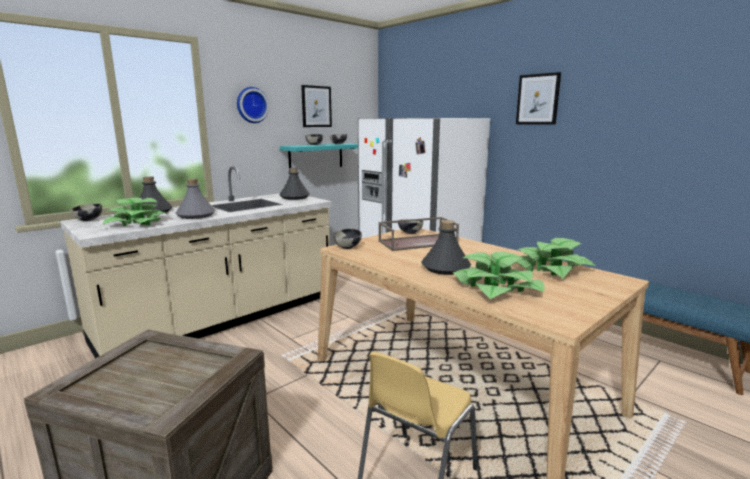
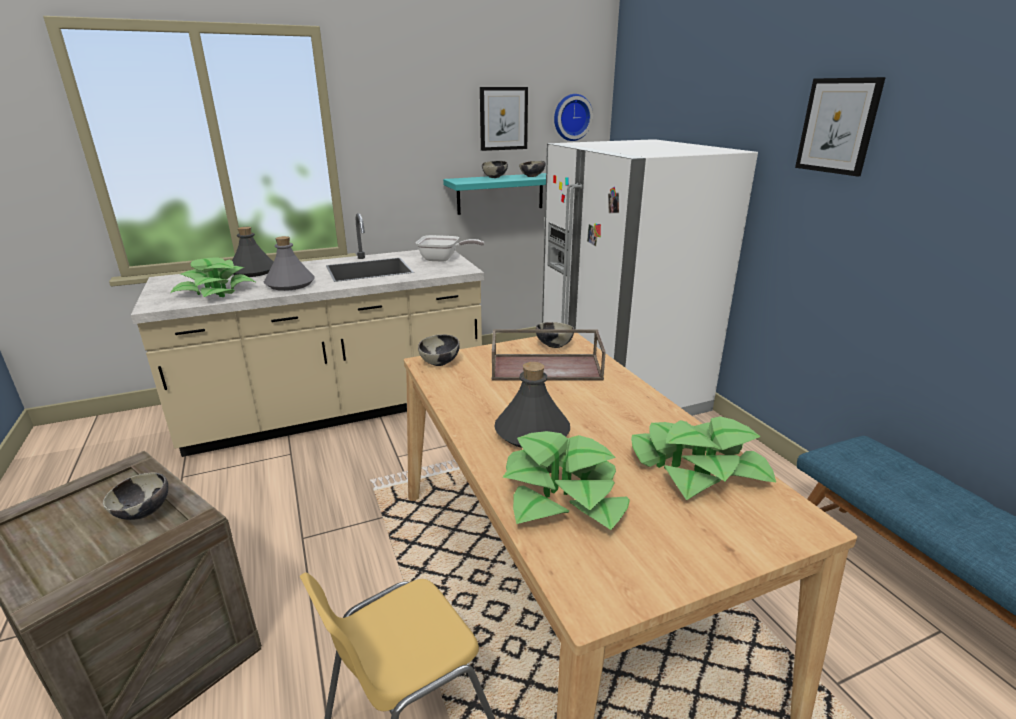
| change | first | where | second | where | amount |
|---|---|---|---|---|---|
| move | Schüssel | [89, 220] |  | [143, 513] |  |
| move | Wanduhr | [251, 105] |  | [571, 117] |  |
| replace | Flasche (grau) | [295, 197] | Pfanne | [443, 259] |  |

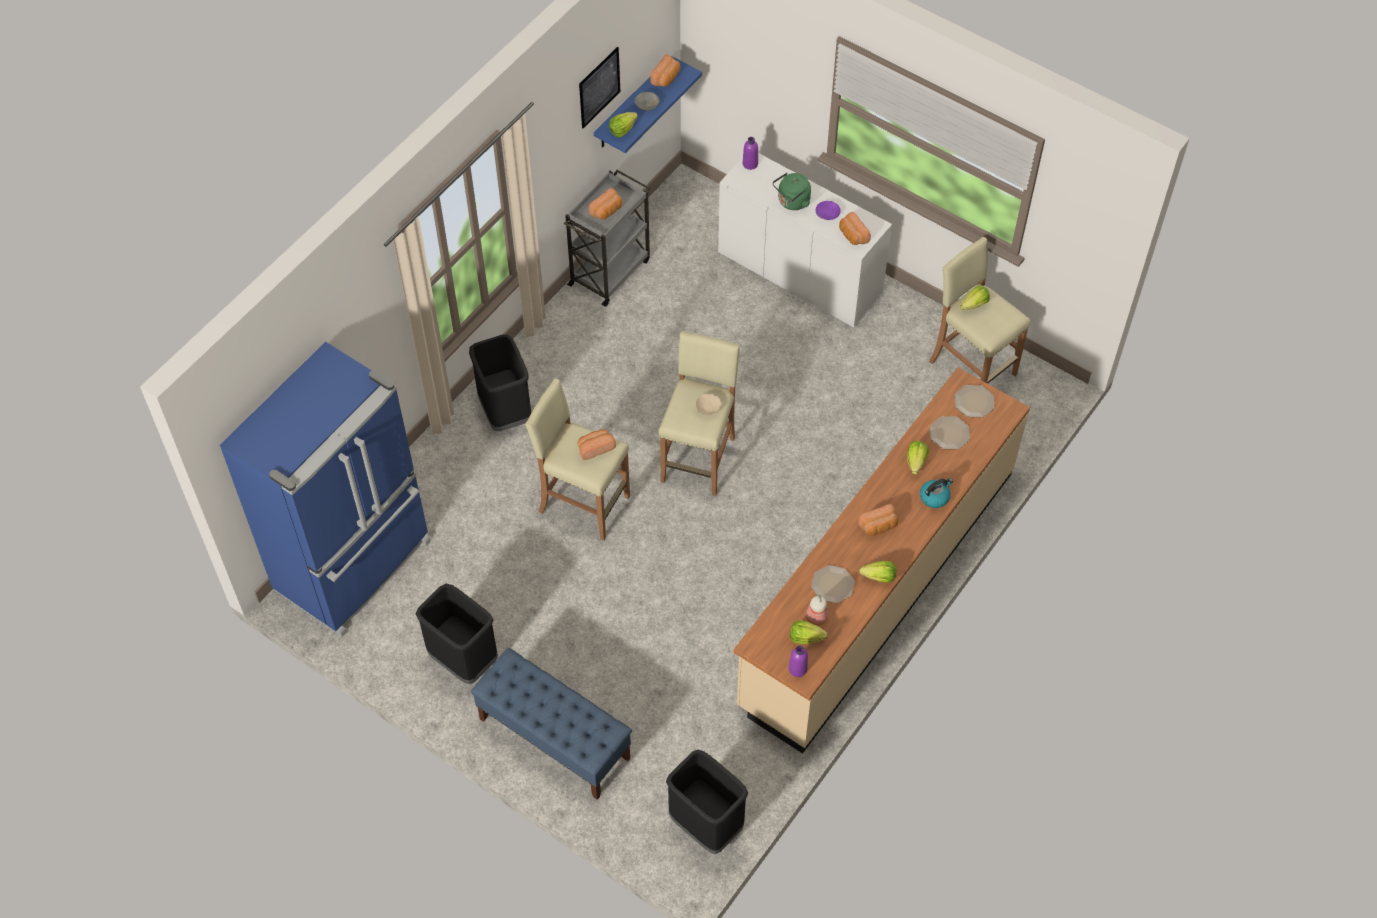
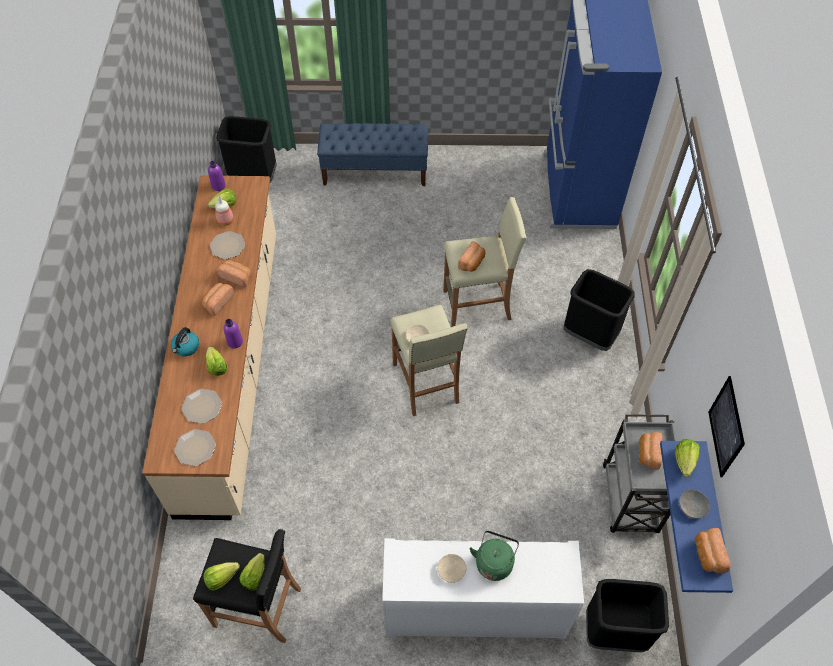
| change | first | where | second | where | amount |
|---|---|---|---|---|---|
| move | Mülleimer (schwarz) | [462, 660] |  | [615, 631] |  |
| move | Flasche (lila) | [750, 164] |  | [235, 342] |  |
| recolor | Schüssel (lila) | [828, 214] | Schüssel (beige) | [451, 570] |  |
| move | Brot | [852, 235] |  | [237, 276] |  |
| move | Salatkopf | [879, 577] |  | [221, 578] |  |
| recolor | Hocker (beige) | [971, 367] | Hocker (schwarz) | [259, 607] |  |

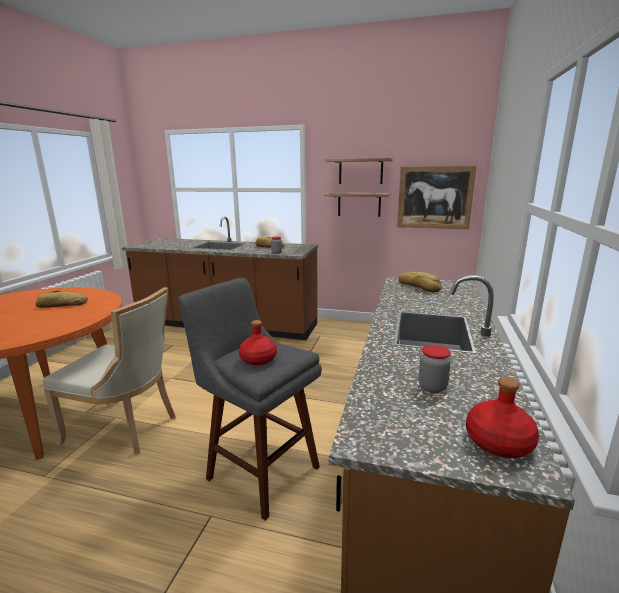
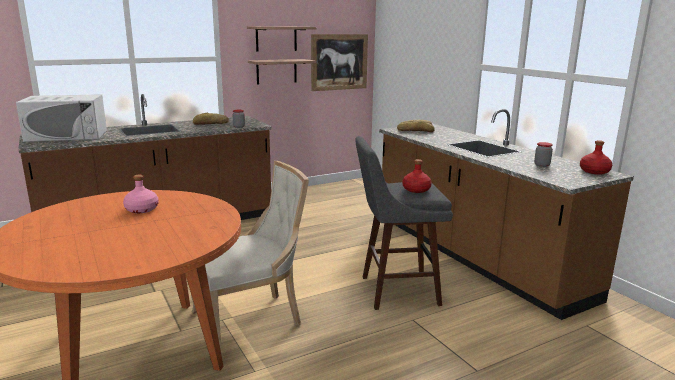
| change | first | where | second | where | amount |
|---|---|---|---|---|---|
| replace | Brot | [62, 305] | Flasche (rosa) | [141, 209] |  |
| insert |  |  | Mikrowelle (weiß) | [67, 135] |  |

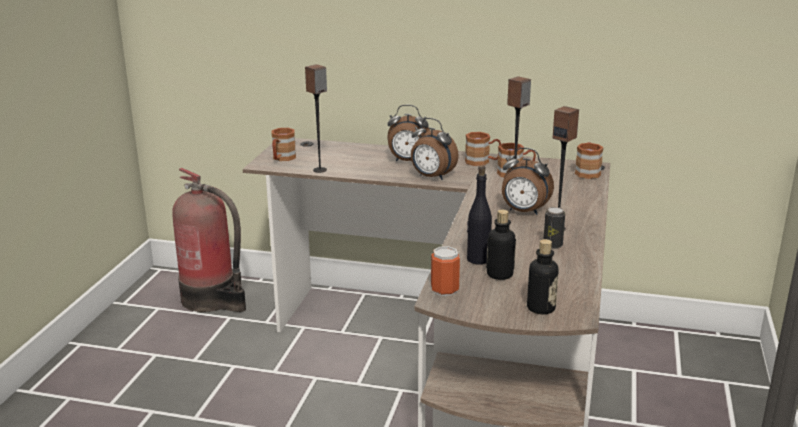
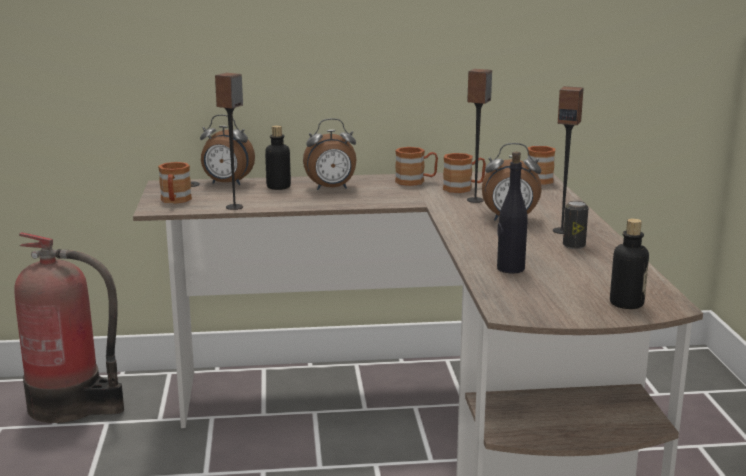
| change | first | where | second | where | amount |
|---|---|---|---|---|---|
| move | Wecker | [432, 177] |  | [226, 183] |  |
| delete | Dose | [444, 289] |  |  |  |
| move | Flasche | [500, 274] |  | [278, 187] |  |

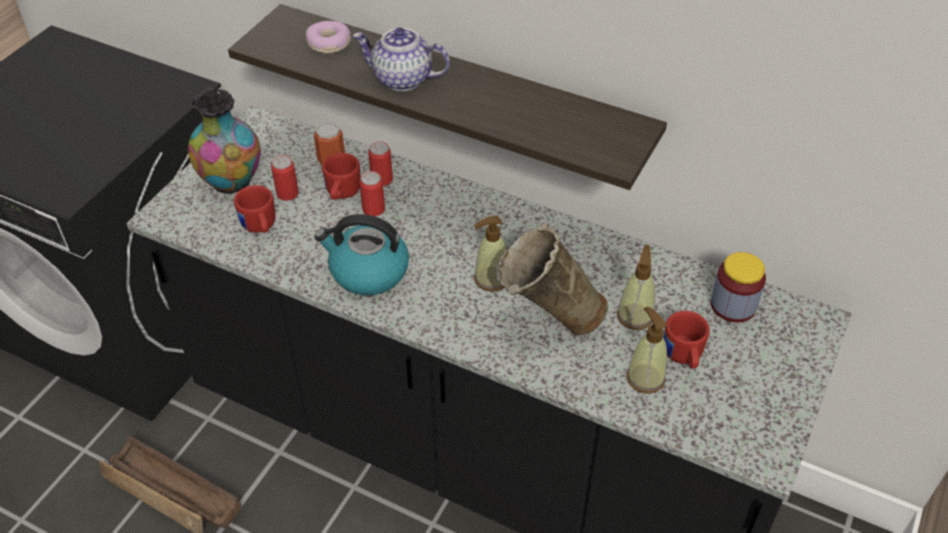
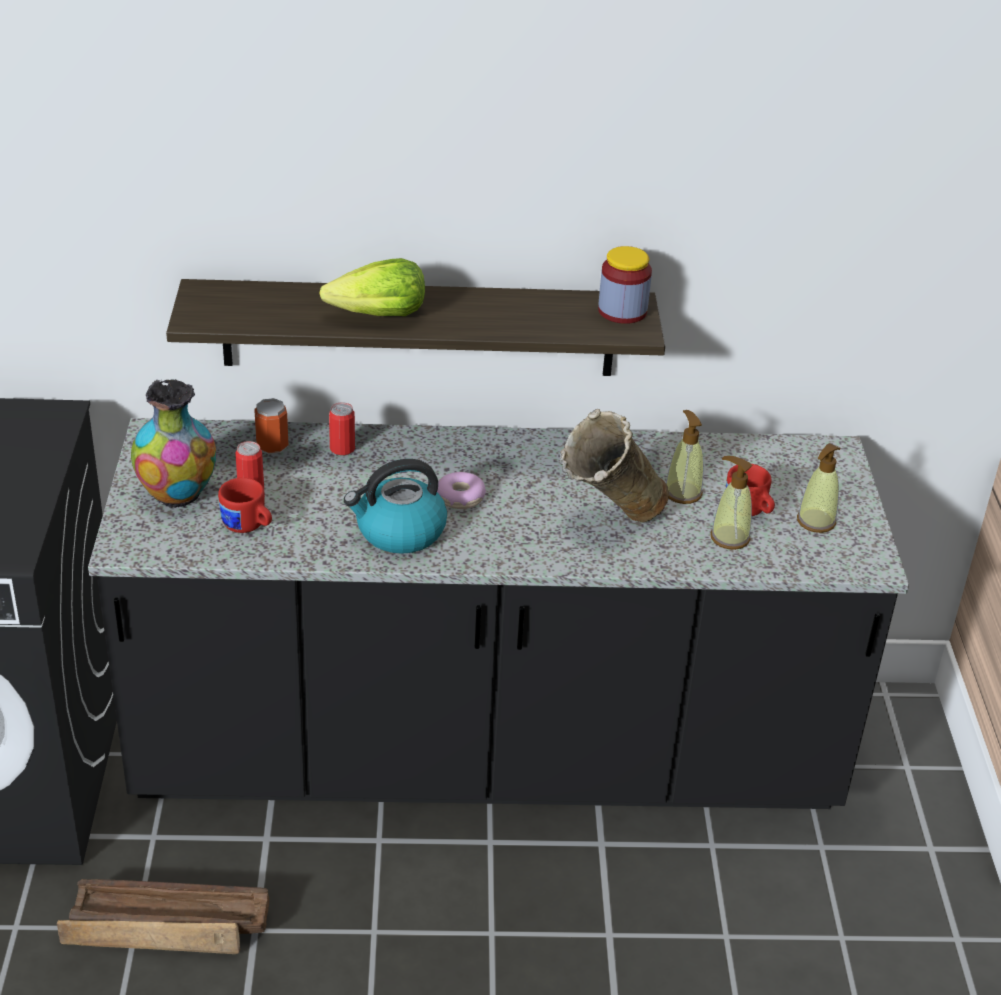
| change | first | where | second | where | amount |
|---|---|---|---|---|---|
| move | Donut | [329, 44] |  | [460, 498] |  |
| delete | Henkelbecher (rot) | [341, 194] |  |  |  |
| replace | Teekanne | [401, 79] | Salatkopf | [378, 315] |  |
| delete | Dose | [374, 209] |  |  |  |
| move | Seifenspender | [491, 279] |  | [815, 521] |  |
| move | Vorratsglas | [733, 305] |  | [622, 311] |  |

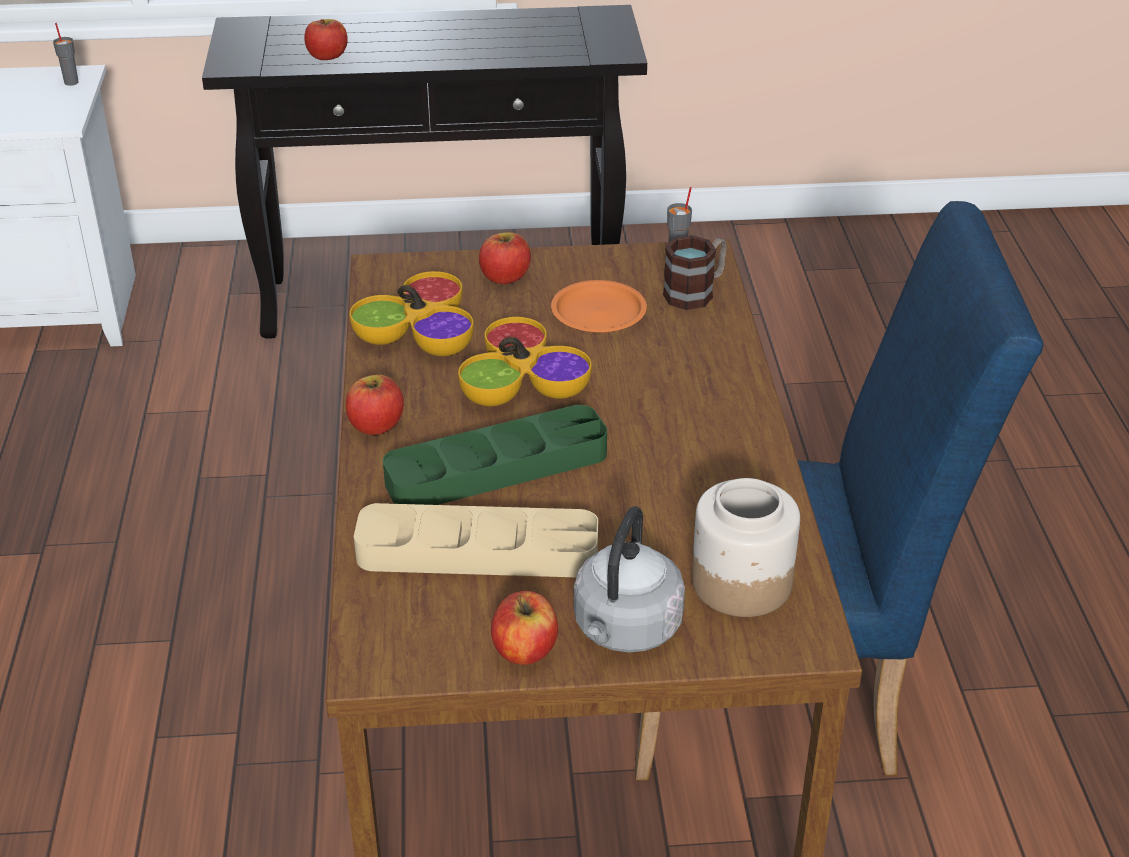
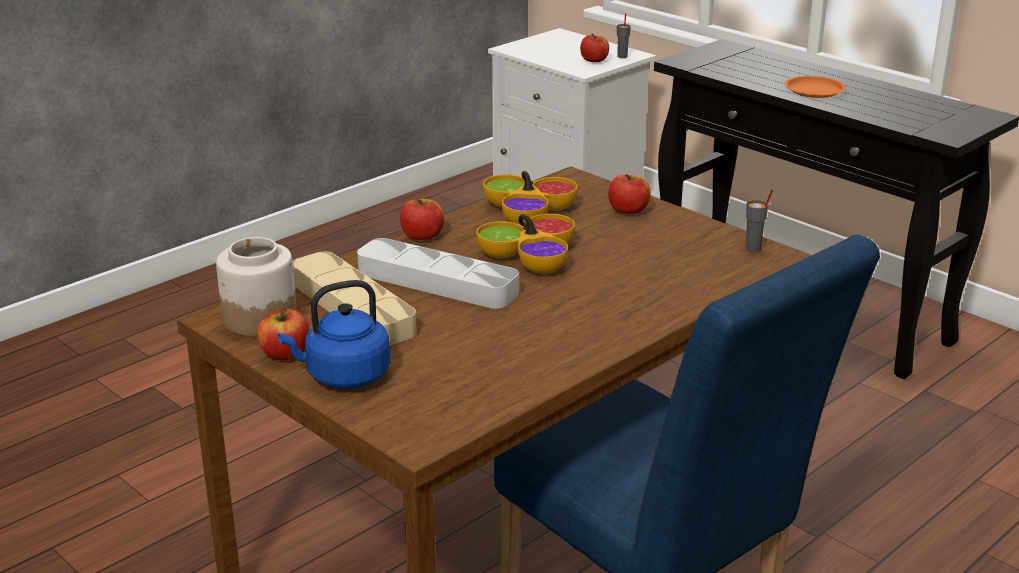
| change | first | where | second | where | amount |
|---|---|---|---|---|---|
| move | Apfel | [327, 56] |  | [594, 60] |  |
| recolor | Tablett (grün) | [497, 468] | Tablett (grau) | [437, 282] |  |
| move | Teller (orange) | [598, 314] |  | [813, 91] |  |
| recolor | Wasserkessel (grau) | [625, 630] | Wasserkessel (blau) | [343, 376] |  |
| delete | Henkelbecher | [696, 292] |  |  |  |
| move | Vorratsglas | [740, 582] |  | [259, 318] |  |

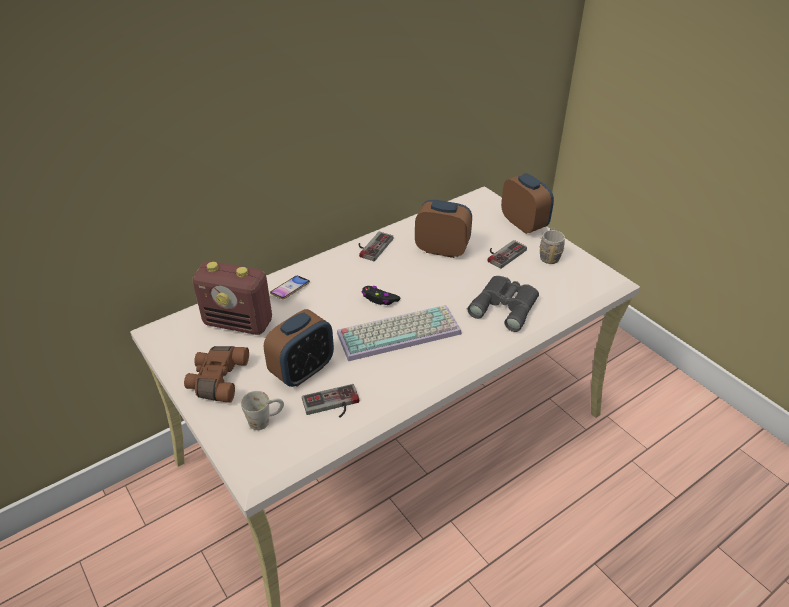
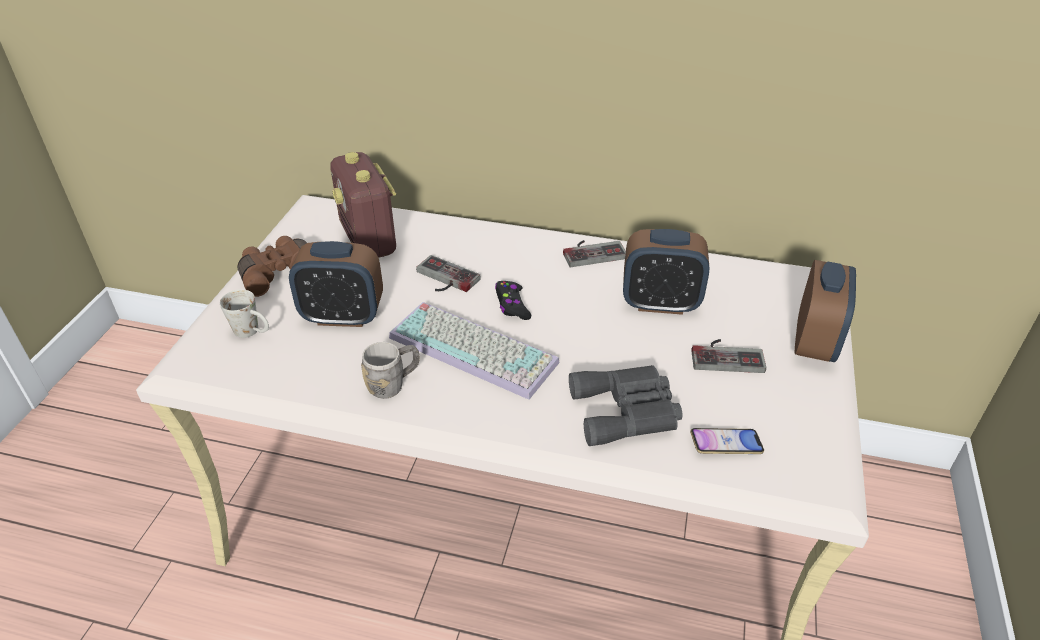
| change | first | where | second | where | amount |
|---|---|---|---|---|---|
| move | Handy | [290, 289] |  | [726, 444] |  |
| move | Gamepad | [332, 405] |  | [443, 279] |  |
| rotate | Wecker | [442, 249] |  | [660, 303] | 120 degrees clockwise |
| move | Henkelbecher (grau) | [549, 255] |  | [393, 384] |  |

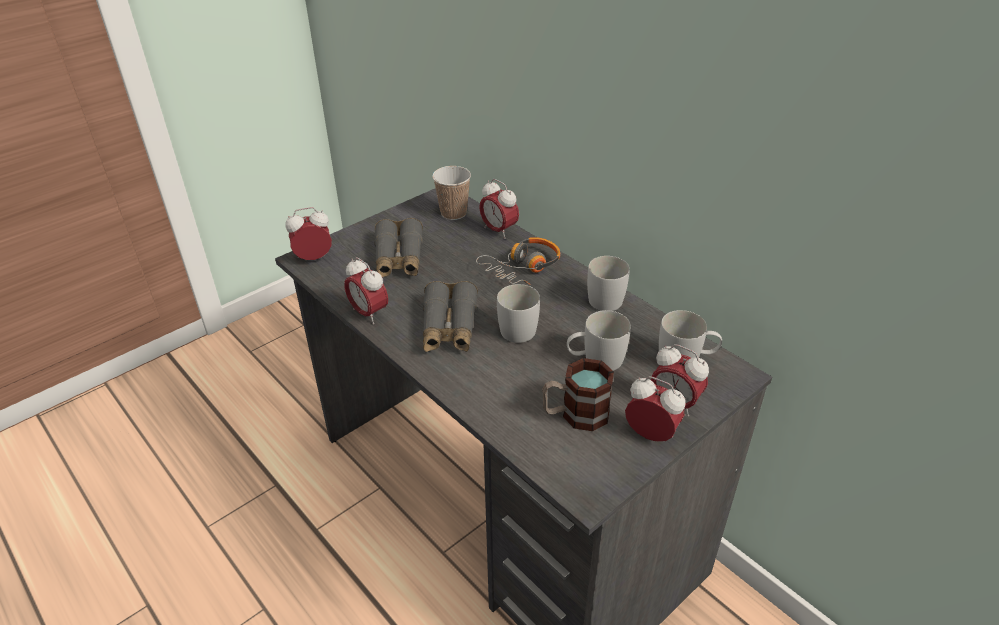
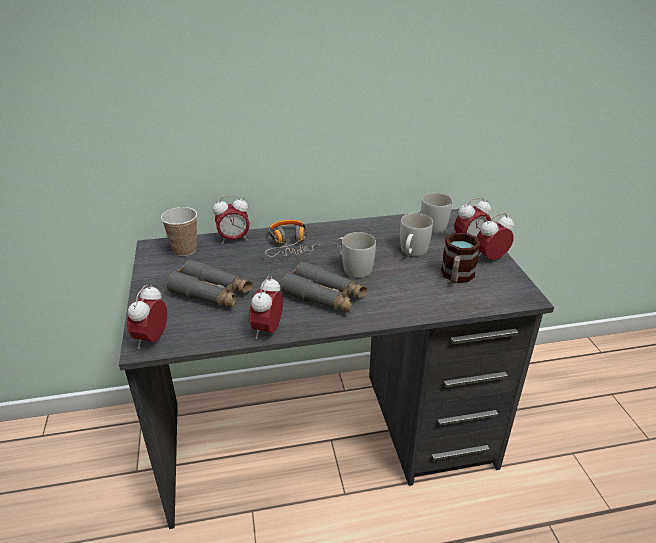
| change | first | where | second | where | amount |
|---|---|---|---|---|---|
| rotate | Wecker | [369, 313] |  | [268, 330] | 120 degrees clockwise |
| delete | Henkelbecher (weiß) | [602, 297] |  |  |  |

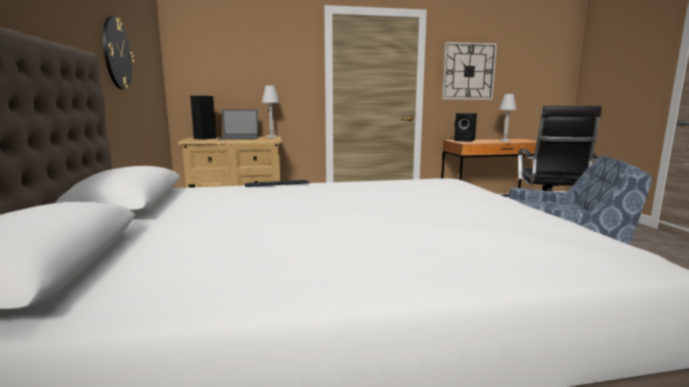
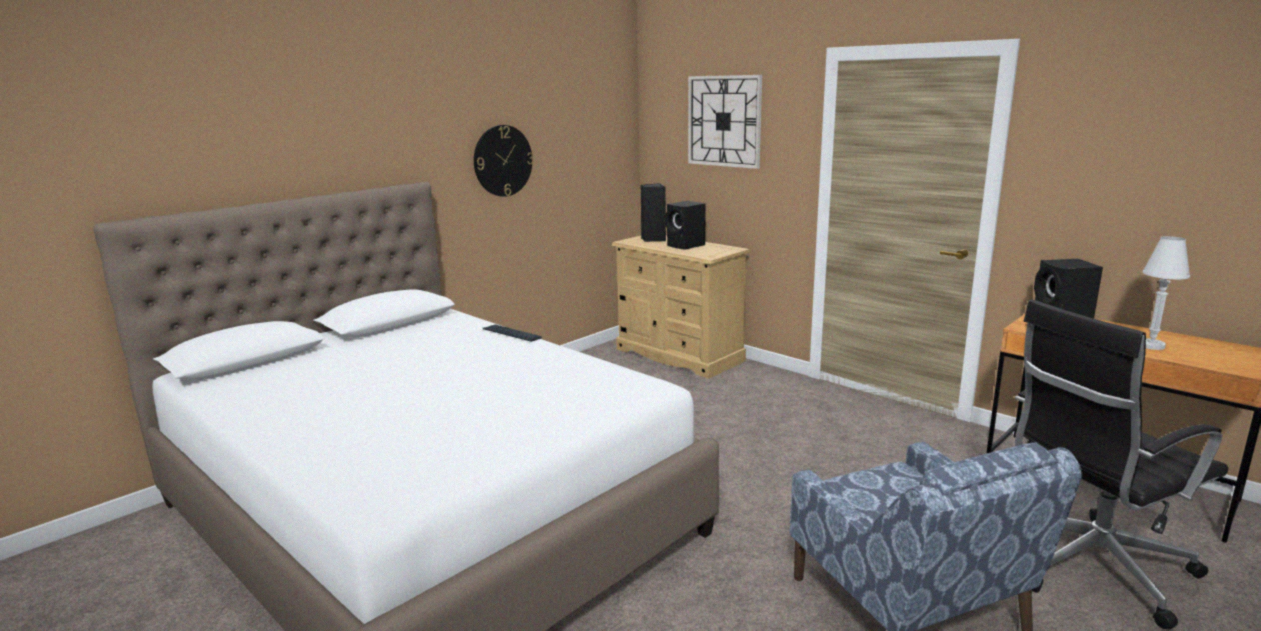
| change | first | where | second | where | amount |
|---|---|---|---|---|---|
| replace | Laptop | [239, 138] | Lautsprecher (schwarz) | [686, 246] |  |
| delete | Tischlampe (weiß) | [271, 137] |  |  |  |
| move | Wanduhr | [468, 71] |  | [724, 121] |  |

